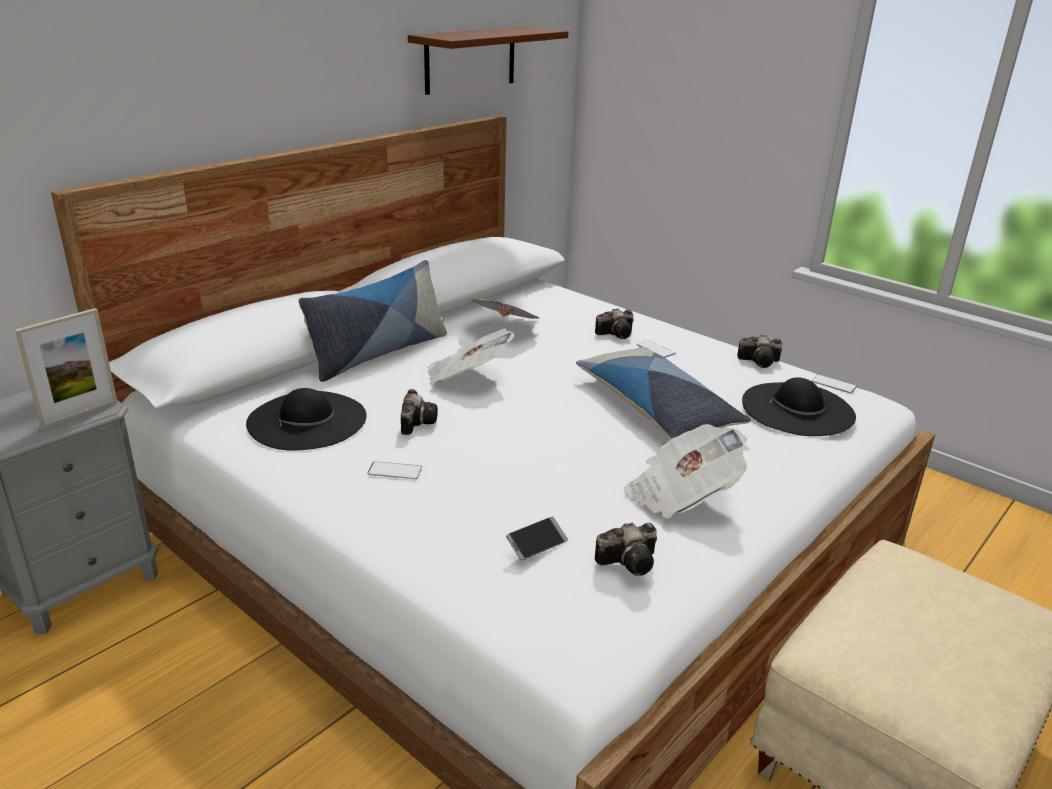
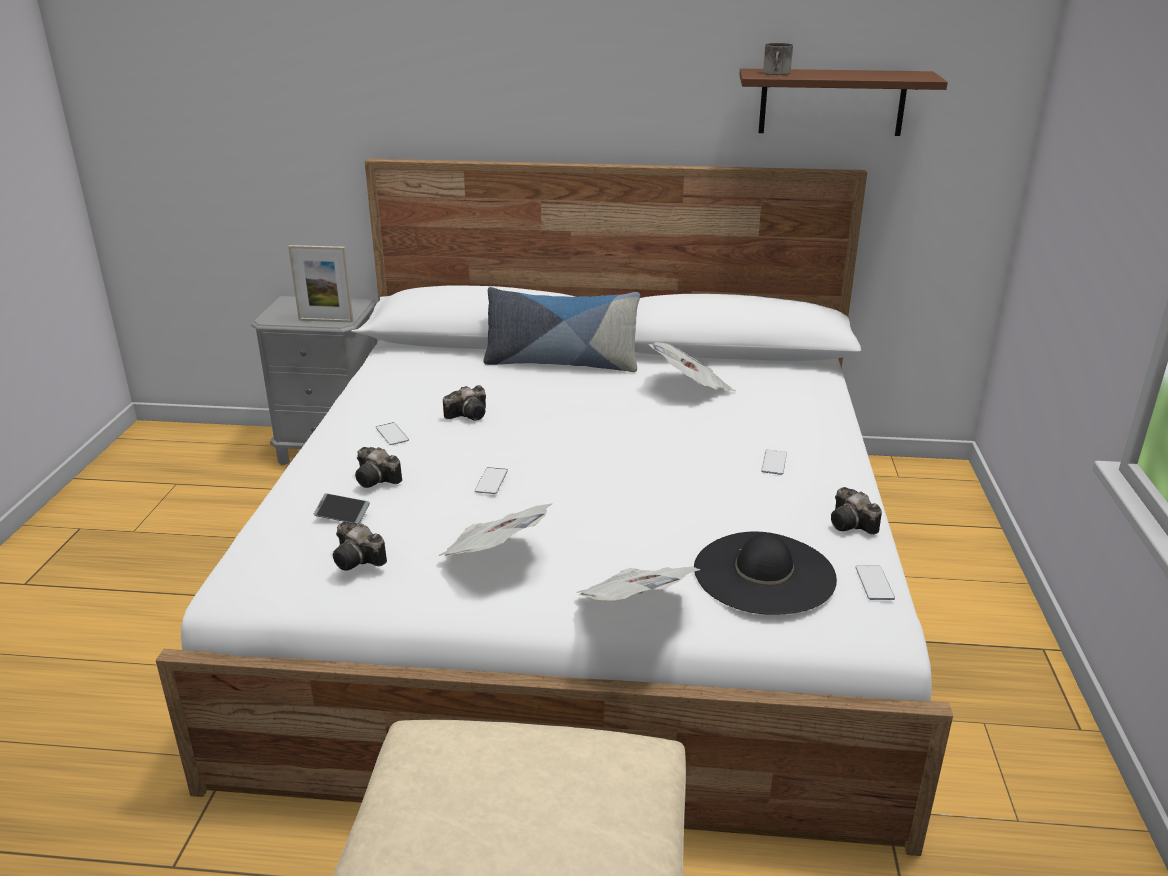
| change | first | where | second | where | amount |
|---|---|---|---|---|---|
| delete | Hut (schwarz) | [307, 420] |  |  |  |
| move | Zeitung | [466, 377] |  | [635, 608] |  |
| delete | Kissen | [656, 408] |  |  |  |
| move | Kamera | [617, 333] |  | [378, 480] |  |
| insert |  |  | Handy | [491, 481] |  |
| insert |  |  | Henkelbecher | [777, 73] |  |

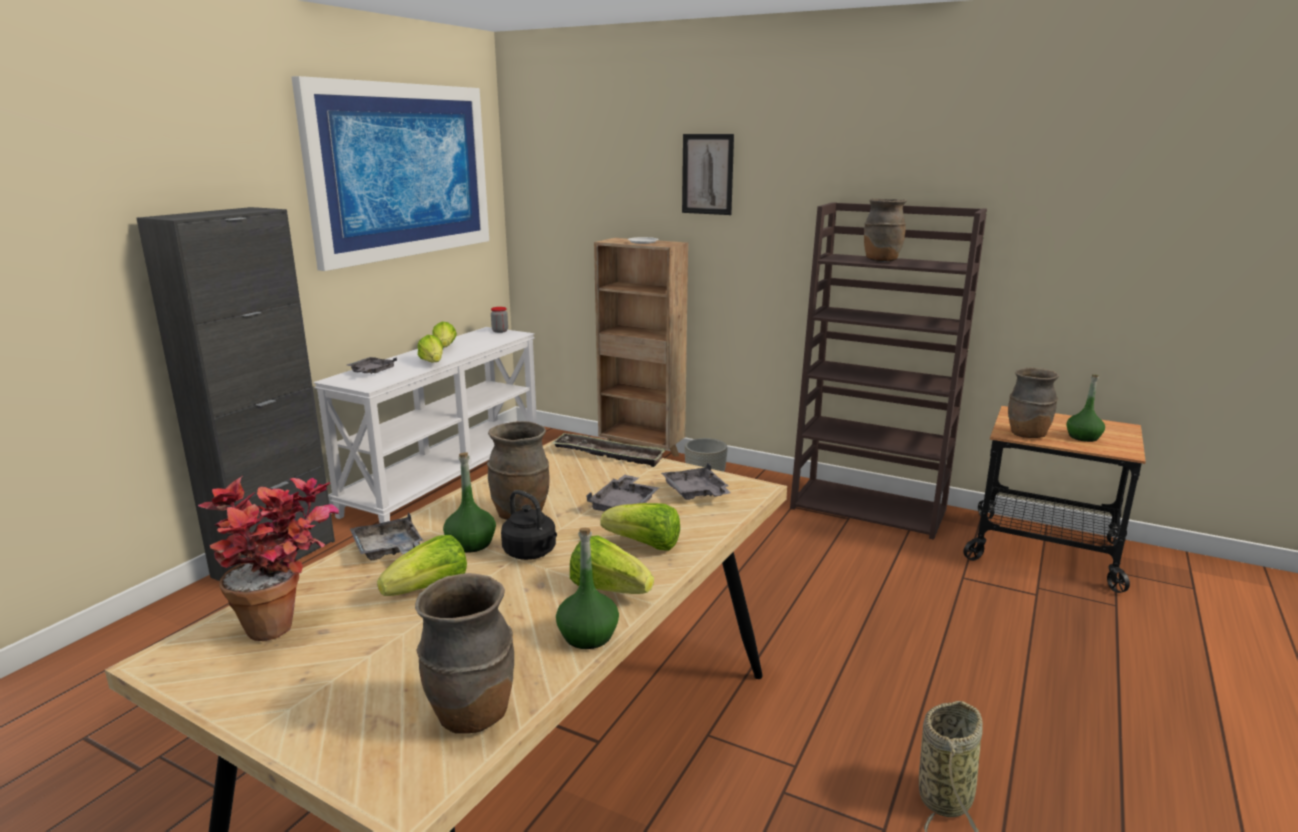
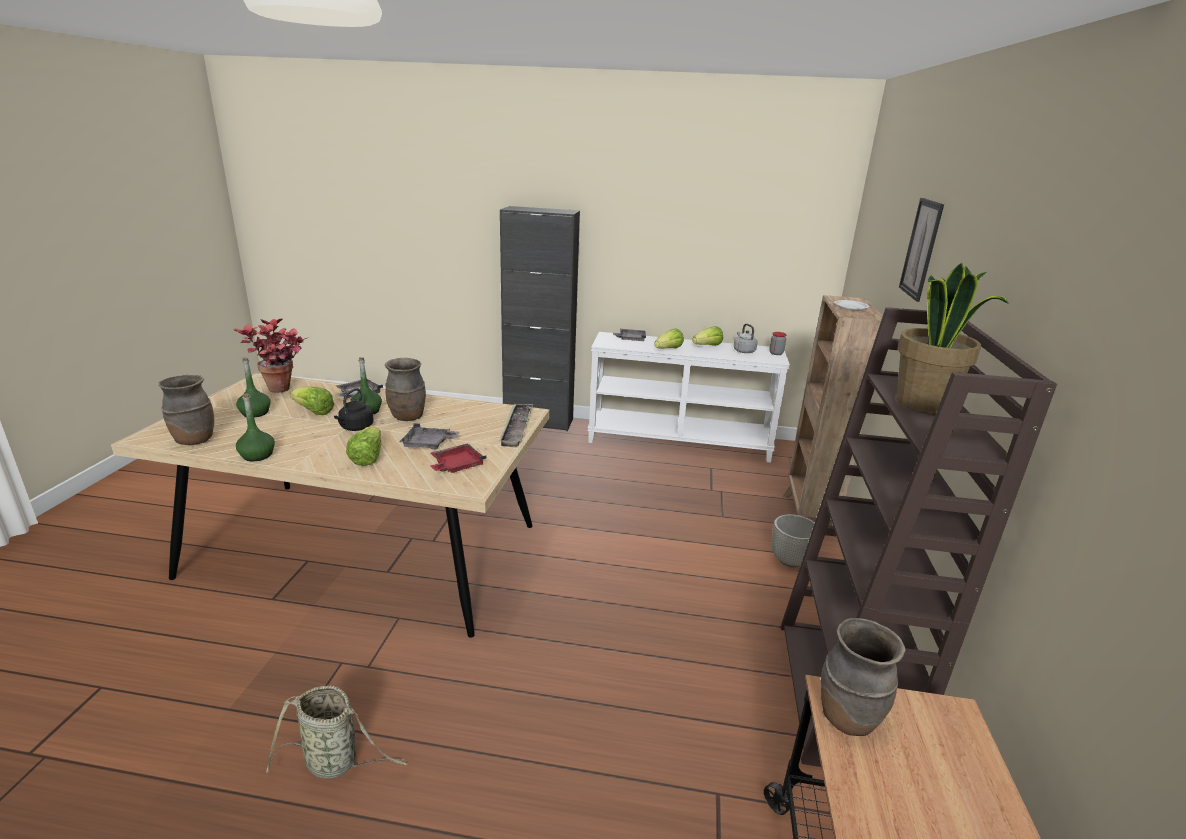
| change | first | where | second | where | amount |
|---|---|---|---|---|---|
| delete | Bild | [402, 171] |  |  |  |
| delete | Salatkopf | [608, 589] |  |  |  |
| recolor | Tablett (grau) | [696, 493] | Tablett (rot) | [456, 466] |  |
| replace | Vase (braun) | [881, 260] | Topfpflanze | [923, 404] |  |
| move | Flasche (grün) | [1083, 437] |  | [255, 413] |  |
| insert |  |  | Wasserkessel (grau) | [743, 351] |  |

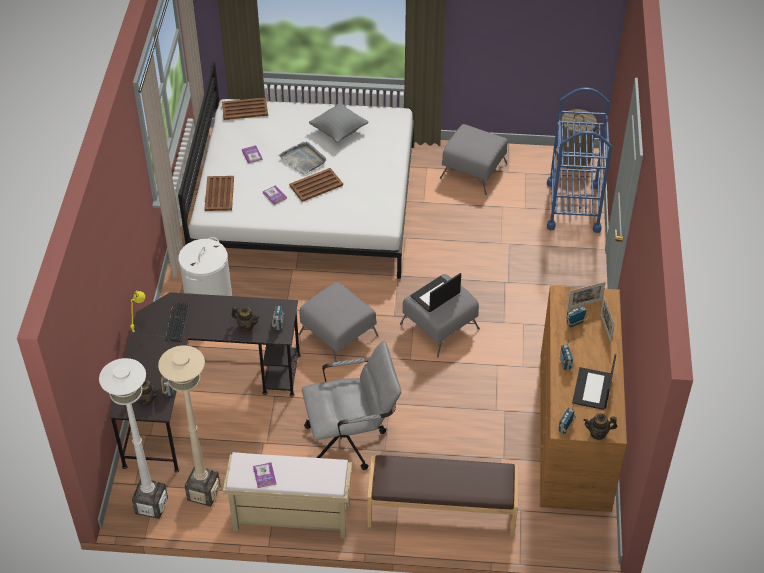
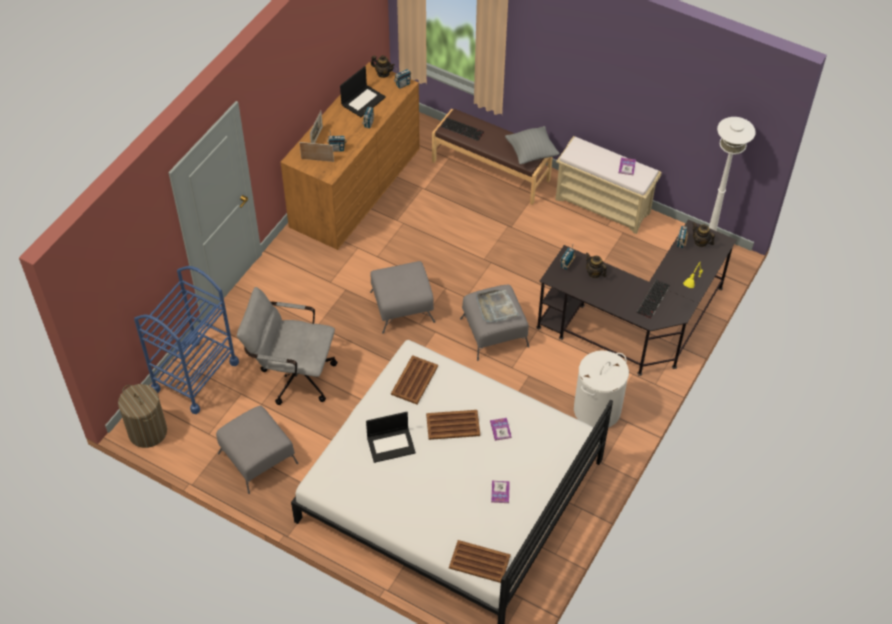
| change | first | where | second | where | amount |
|---|---|---|---|---|---|
| delete | Stehlampe (beige) | [203, 493] |  |  |  |
| move | Tablett (braun) | [219, 193] |  | [414, 380] |  |
| move | Tablett (grau) | [303, 159] |  | [496, 307] |  |
| move | Bürostuhl (grau) | [352, 439] |  | [292, 375] |  |
| move | Kissen (grau) | [339, 131] |  | [531, 153] |  |
| move | Laptop | [435, 295] |  | [391, 444] |  |
| insert |  |  | Tastatur | [463, 129] |  |

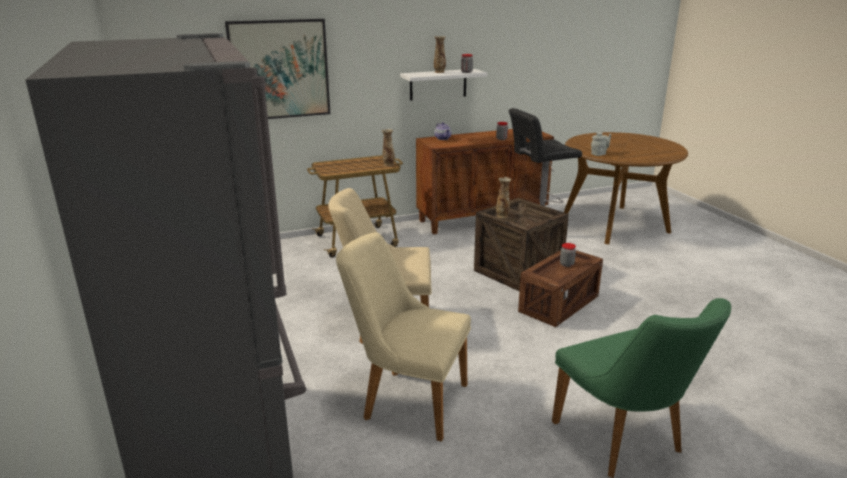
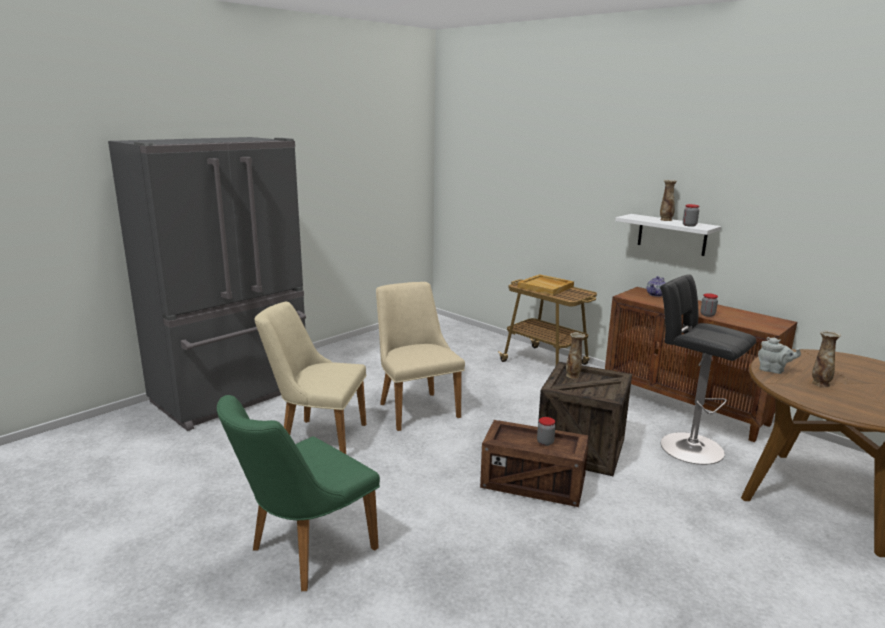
| change | first | where | second | where | amount |
|---|---|---|---|---|---|
| delete | Bild | [279, 69] |  |  |  |
| rotate | Stuhl (beige) | [406, 400] |  | [316, 437] | 75 degrees counterclockwise |
| move | Vase | [388, 165] |  | [820, 383] |  |
| insert |  |  | Tablett (beige) | [546, 287] |  |

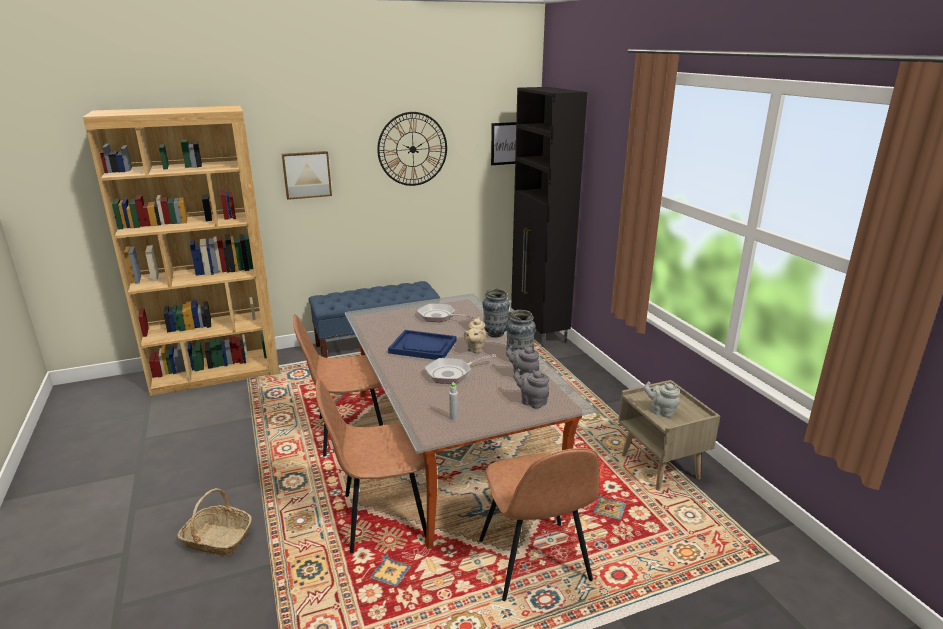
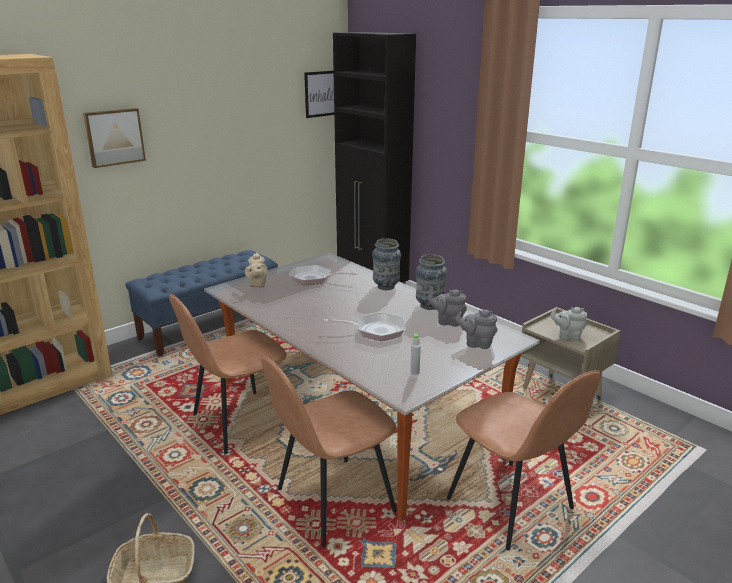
| change | first | where | second | where | amount |
|---|---|---|---|---|---|
| delete | Wanduhr | [412, 149] |  |  |  |
| delete | Tablett (blau) | [423, 347] |  |  |  |
| rotate | Pfanne | [452, 373] |  | [376, 331] | 135 degrees counterclockwise |
| move | Teekanne (beige) | [475, 349] |  | [257, 285] |  |

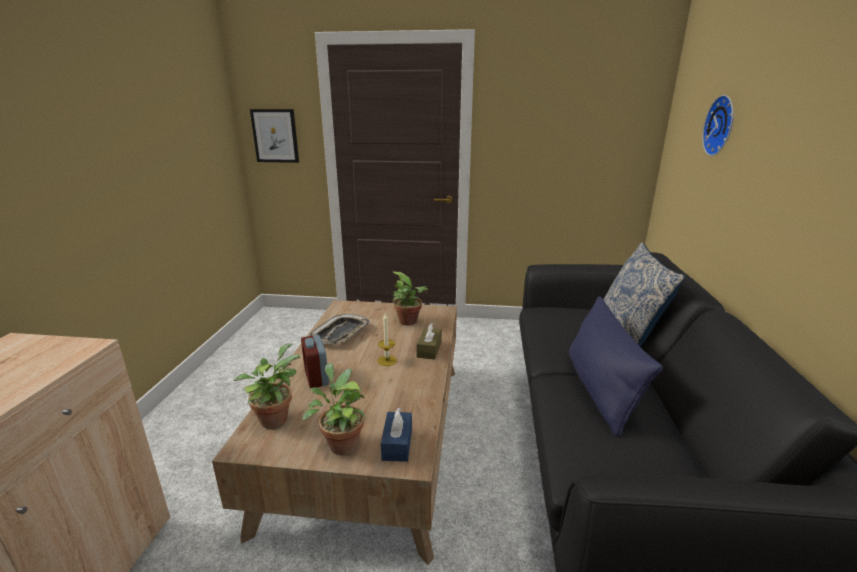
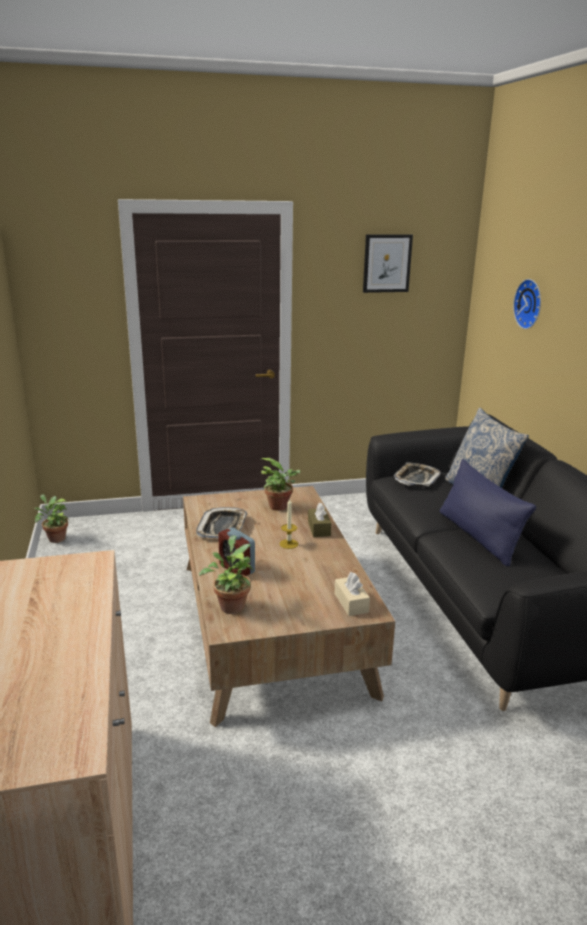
| change | first | where | second | where | amount |
|---|---|---|---|---|---|
| move | Bild | [275, 136] |  | [387, 263] |  |
| move | Topfpflanze | [341, 443] |  | [55, 538] |  |
| recolor | Taschentuchbox (blau) | [397, 444] | Taschentuchbox (beige) | [351, 603] |  |
| insert |  |  | Tablett | [416, 478] |  |

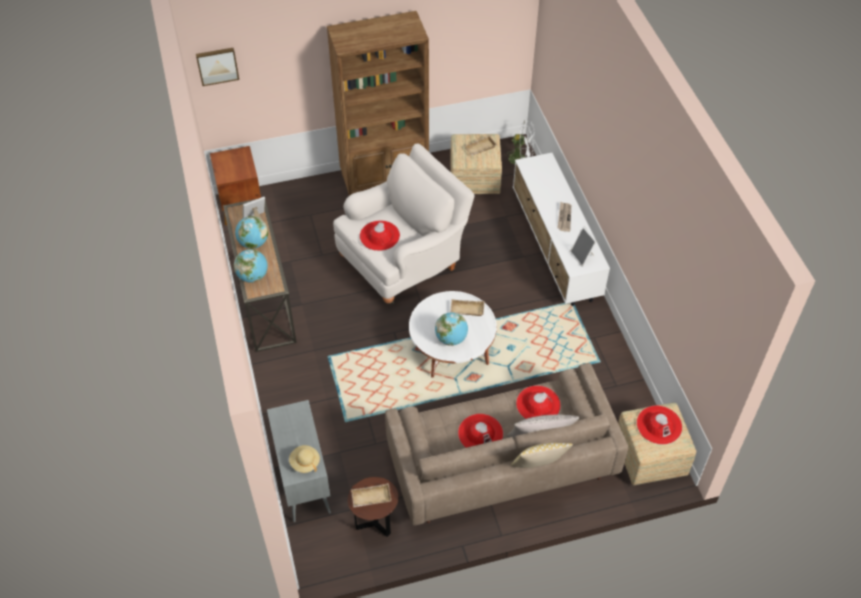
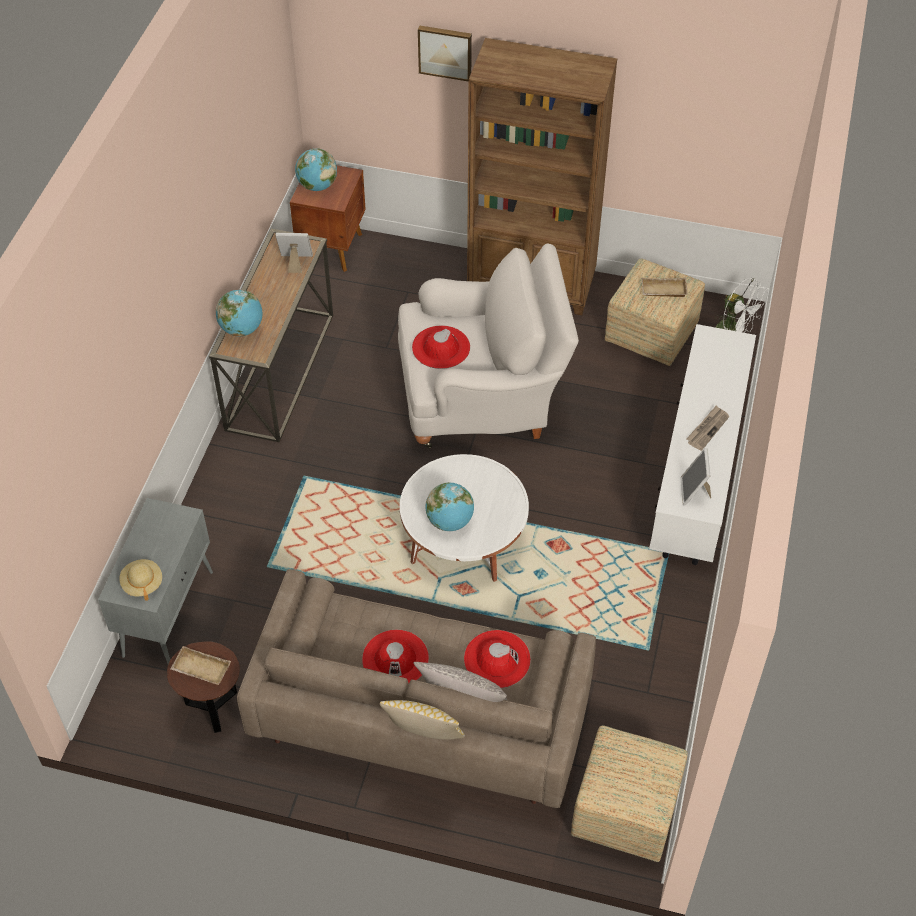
| change | first | where | second | where | amount |
|---|---|---|---|---|---|
| move | Bild | [217, 65] |  | [445, 51] |  |
| move | Globus | [253, 243] |  | [317, 186] |  |
| delete | Tablett (beige) | [466, 310] |  |  |  |
| delete | Hut (rot) | [659, 425] |  |  |  |

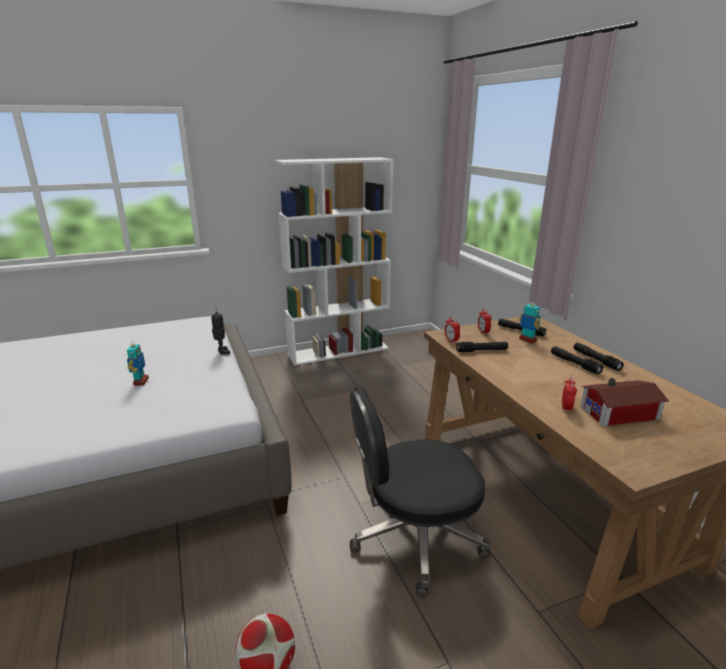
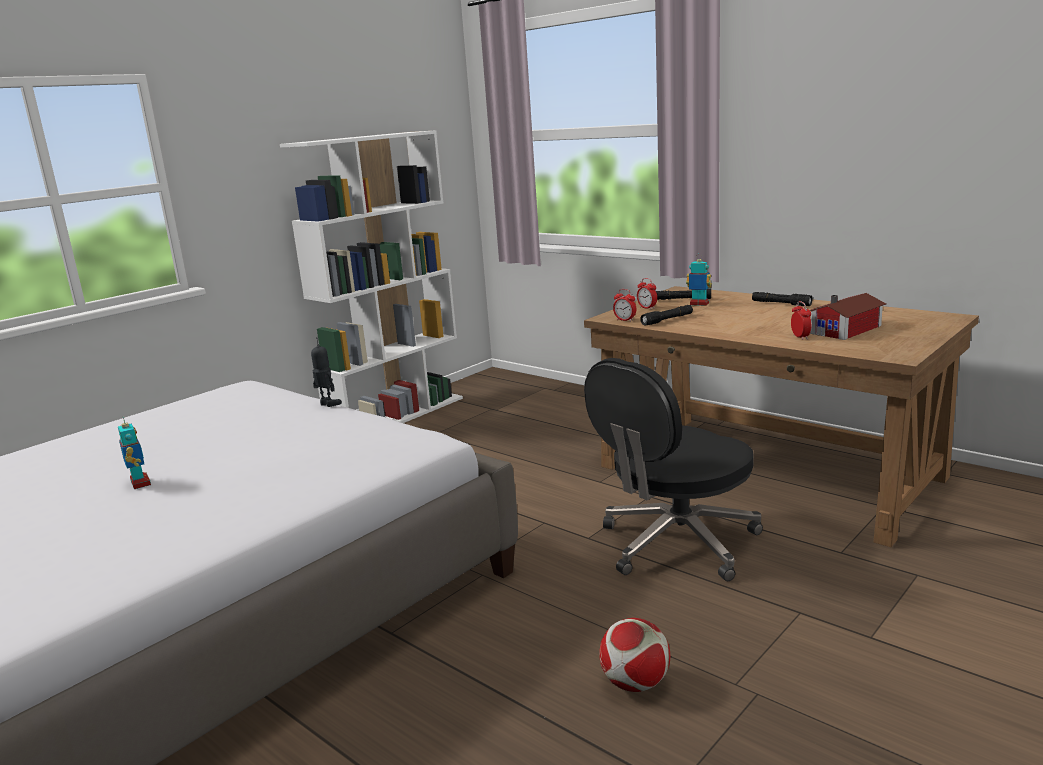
| change | first | where | second | where | amount |
|---|---|---|---|---|---|
| move | Spielzeugroboter | [140, 381] |  | [140, 483] |  |
| delete | Taschenlampe (schwarz) | [574, 364] |  |  |  |

